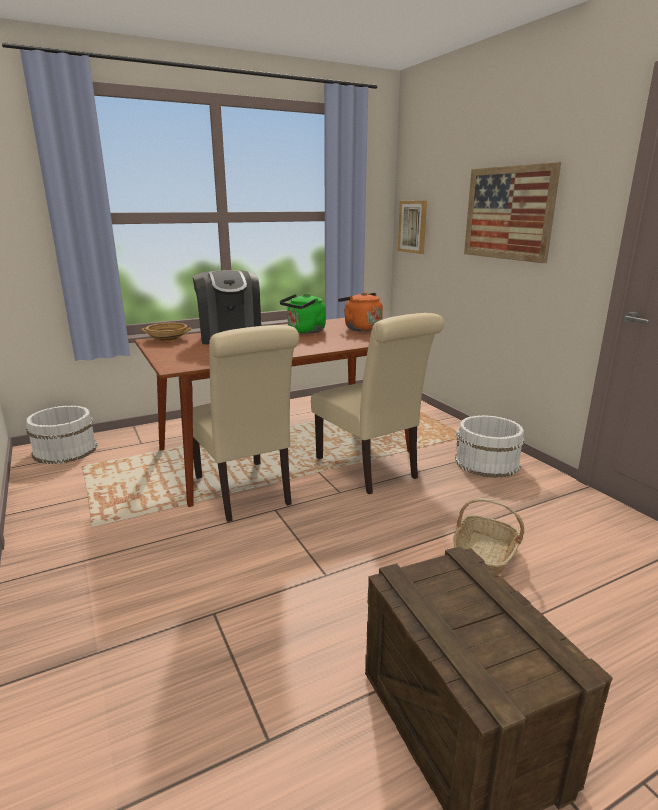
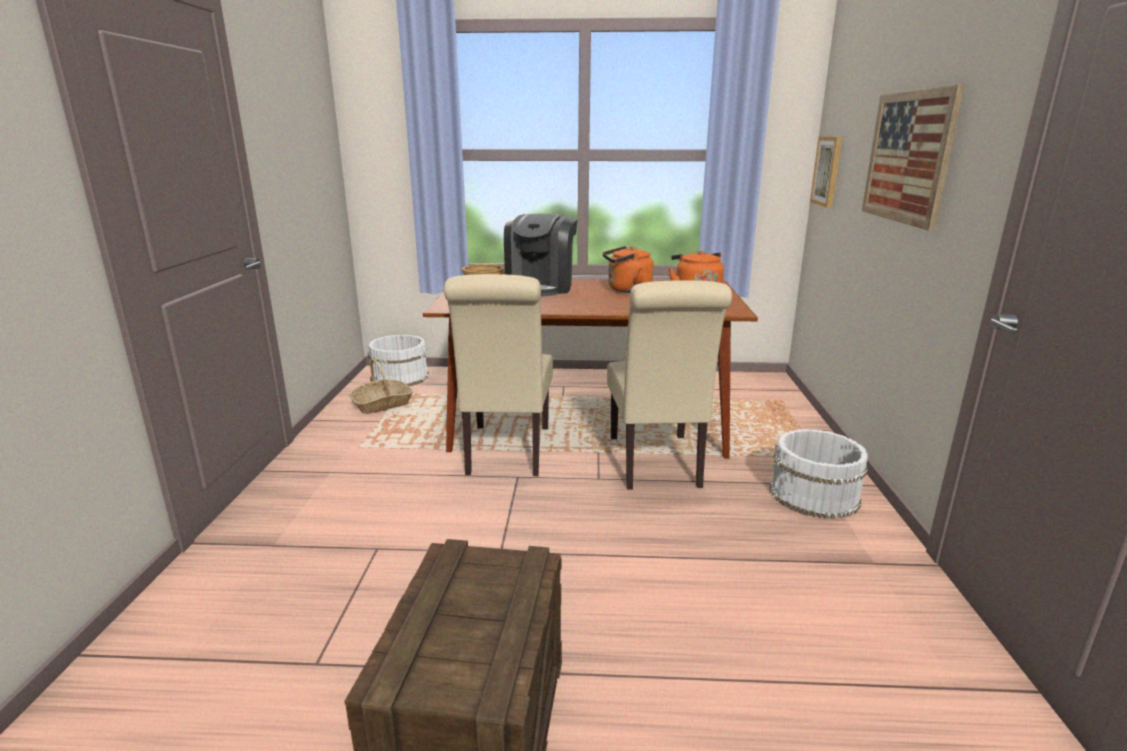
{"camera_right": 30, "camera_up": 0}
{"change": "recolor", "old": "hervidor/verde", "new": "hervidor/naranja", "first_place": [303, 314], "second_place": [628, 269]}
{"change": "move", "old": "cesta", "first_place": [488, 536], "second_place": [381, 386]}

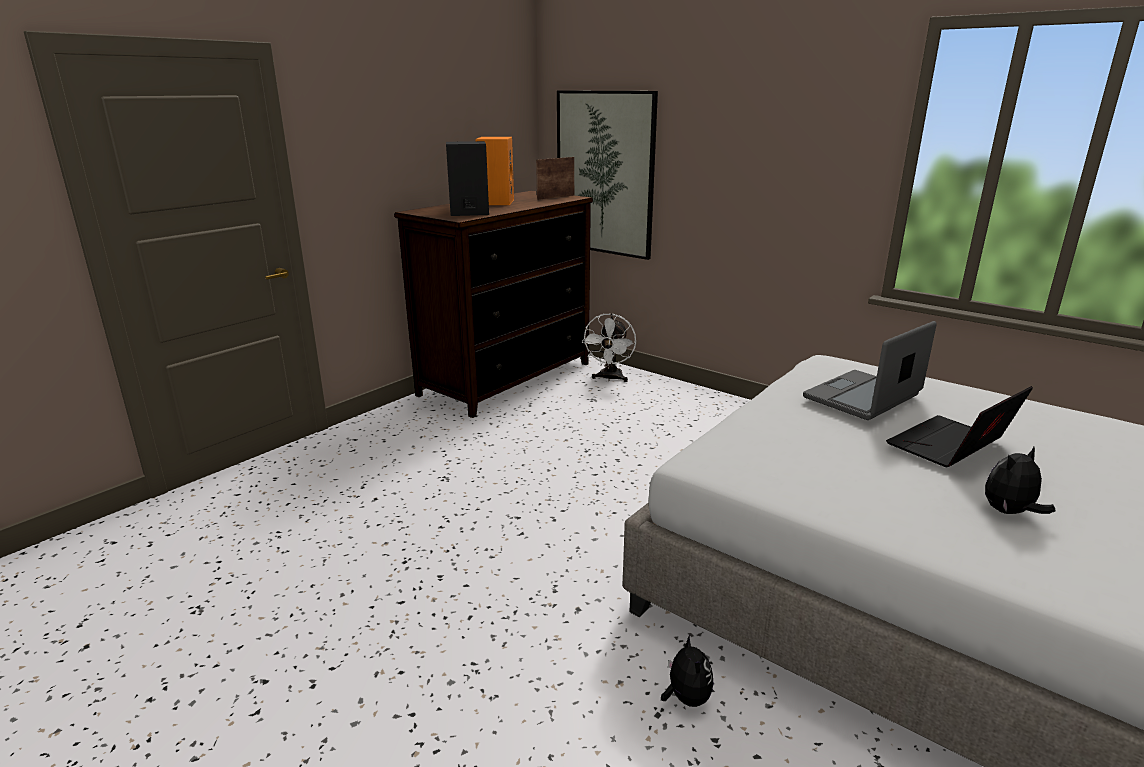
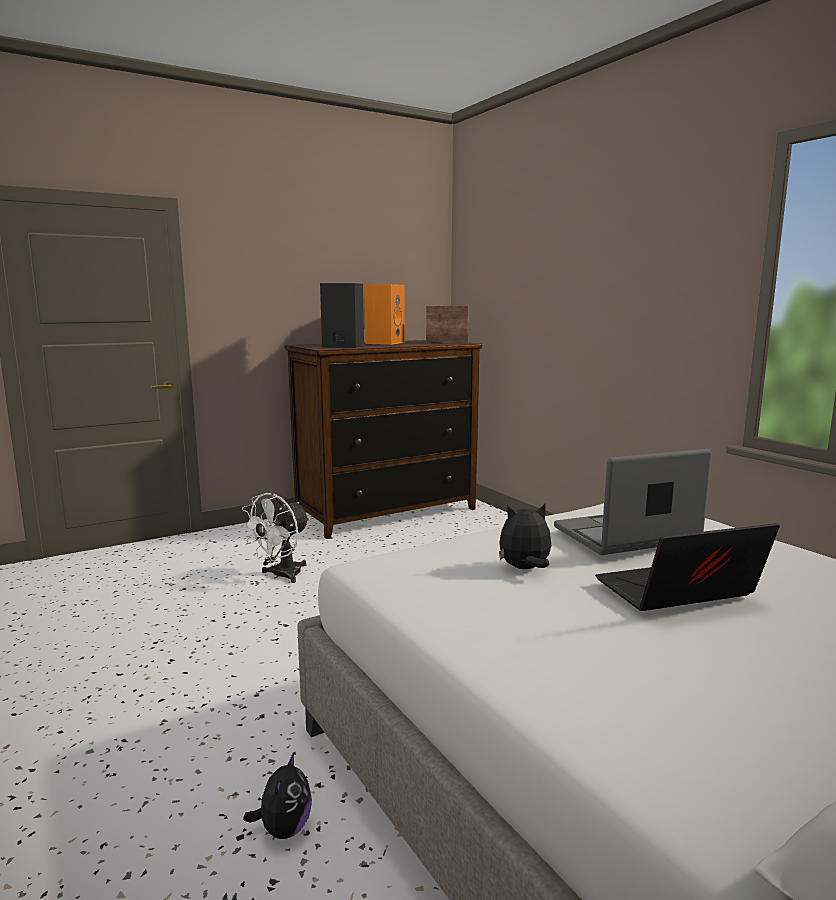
{"camera_right": 20, "camera_up": -10}
{"change": "delete", "old": "cuadro", "first_place": [607, 175]}
{"change": "move", "old": "ventilador/blanco", "first_place": [609, 347], "second_place": [275, 538]}
{"change": "move", "old": "peluche", "first_place": [1020, 480], "second_place": [525, 536]}

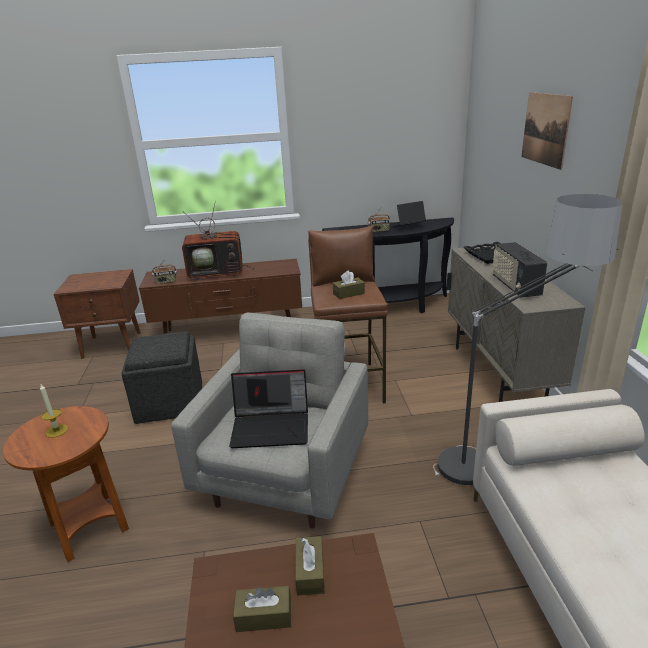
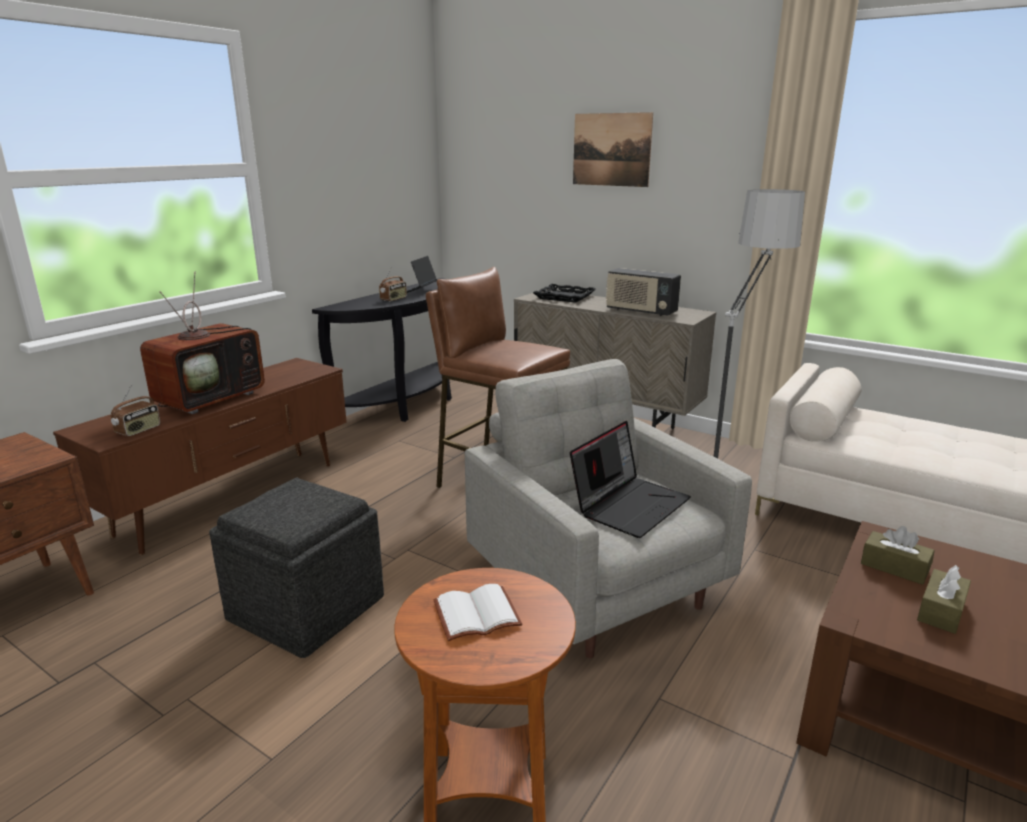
{"camera_right": -50, "camera_up": -5}
{"change": "delete", "old": "caja de pañuelos/marrón", "first_place": [349, 284]}
{"change": "replace", "old": "vela", "new": "libro/blanco", "first_place": [54, 411], "second_place": [477, 612]}

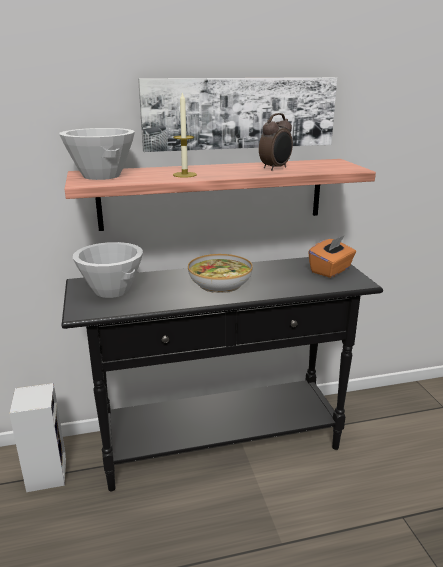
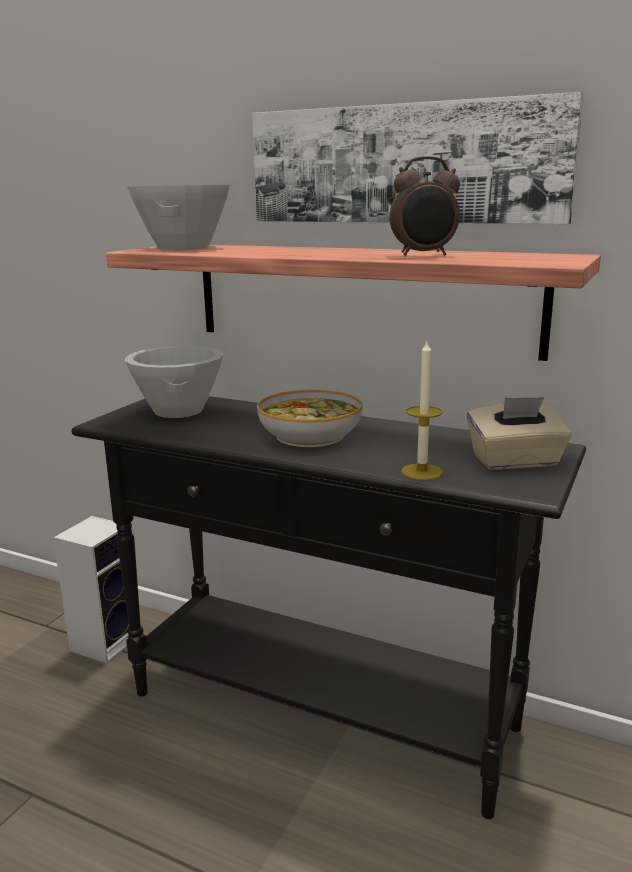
{"camera_right": 40, "camera_up": -5}
{"change": "move", "old": "vela", "first_place": [185, 135], "second_place": [422, 410]}
{"change": "recolor", "old": "caja de pañuelos/naranja", "new": "caja de pañuelos/beis", "first_place": [332, 256], "second_place": [519, 433]}

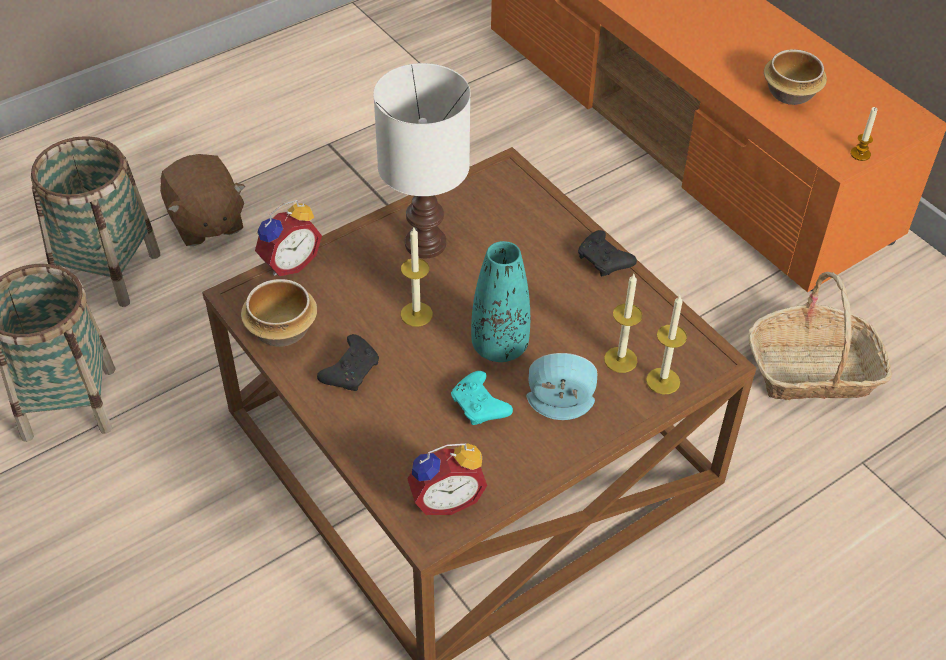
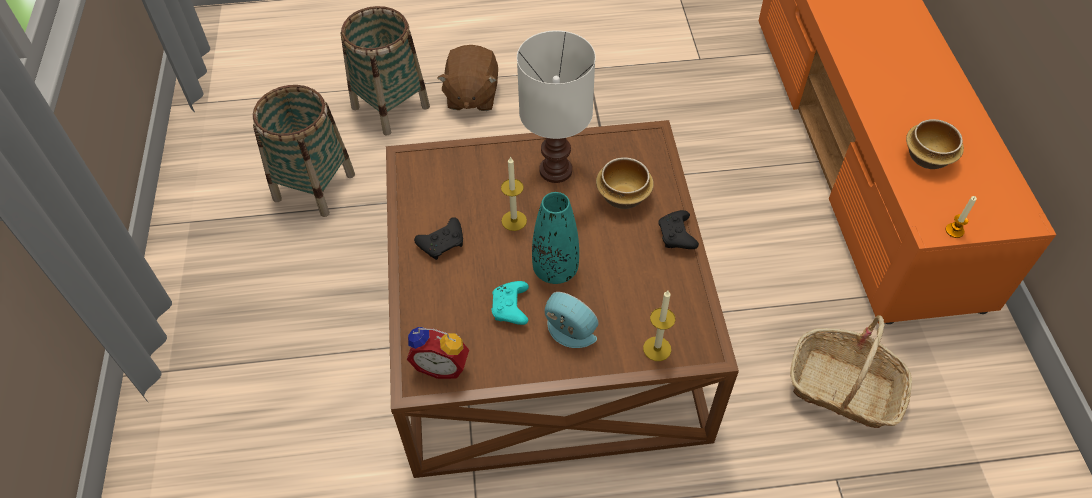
{"camera_right": 30, "camera_up": 5}
{"change": "delete", "old": "despertador", "first_place": [288, 238]}
{"change": "delete", "old": "vela", "first_place": [623, 323]}
{"change": "move", "old": "cuenco", "first_place": [279, 313], "second_place": [625, 183]}

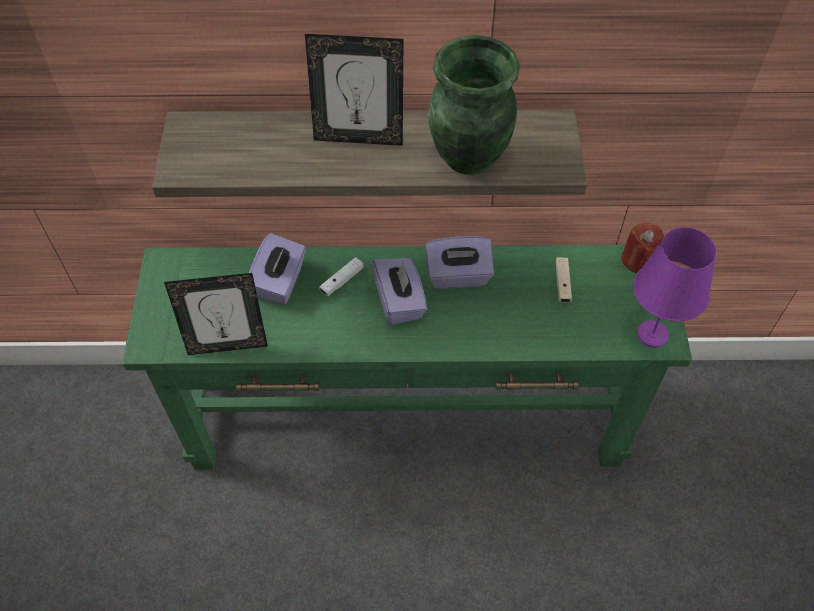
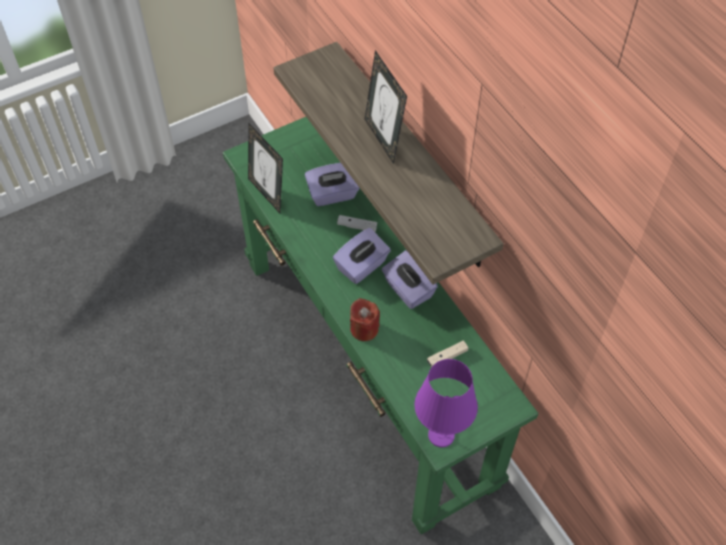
{"camera_right": 60, "camera_up": 0}
{"change": "delete", "old": "florero/verde", "first_place": [474, 105]}
{"change": "move", "old": "vela/rojo", "first_place": [642, 247], "second_place": [365, 319]}

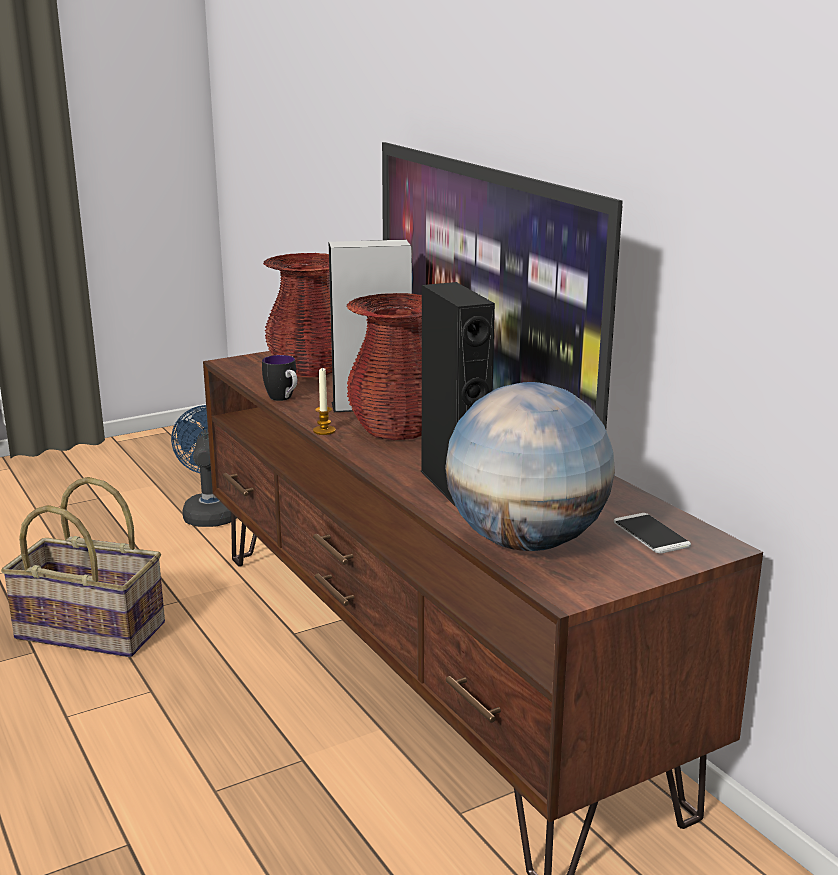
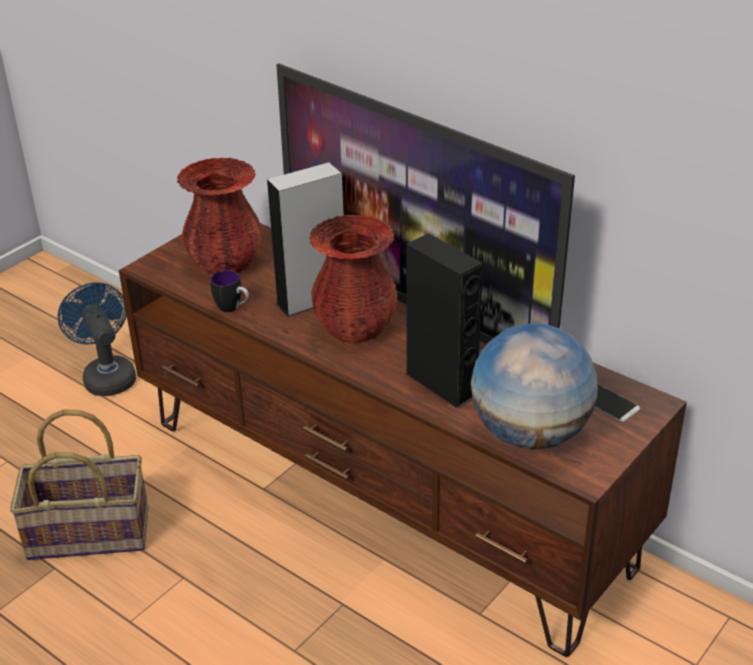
{"camera_right": -20, "camera_up": 15}
{"change": "delete", "old": "vela", "first_place": [324, 401]}

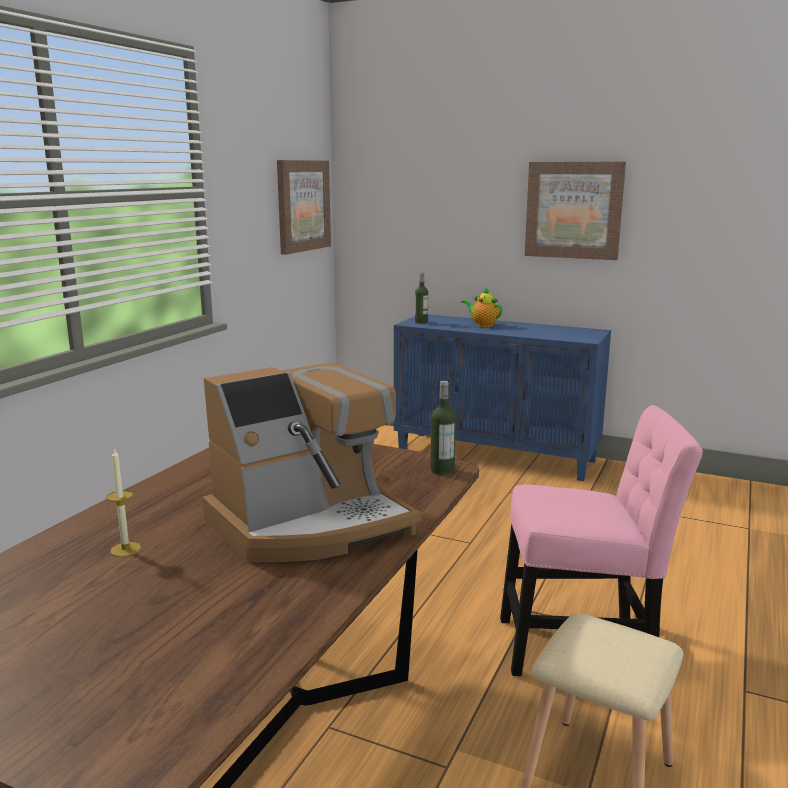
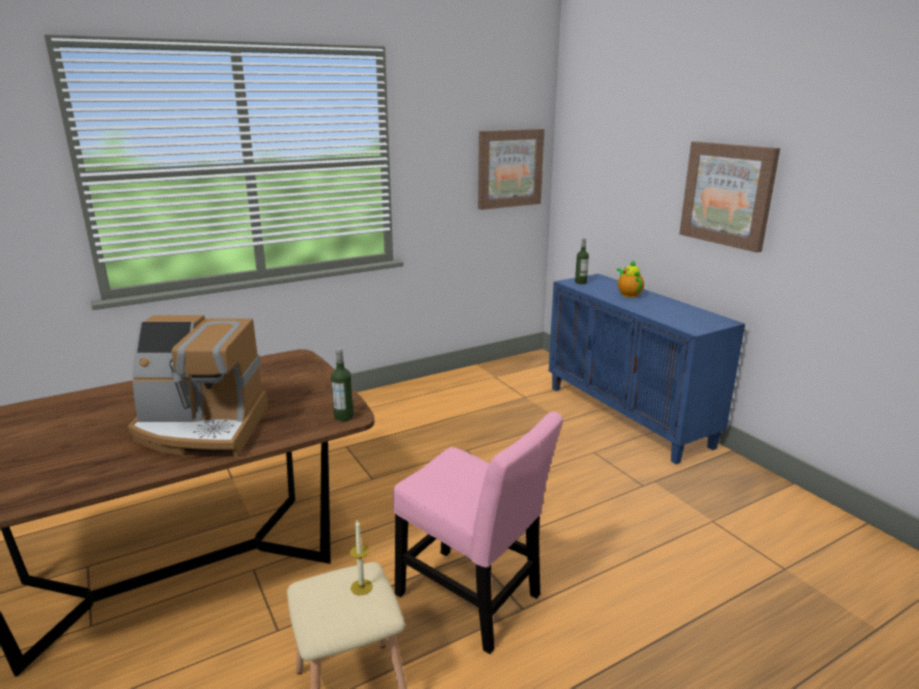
{"camera_right": 35, "camera_up": 5}
{"change": "move", "old": "vela", "first_place": [123, 502], "second_place": [361, 557]}

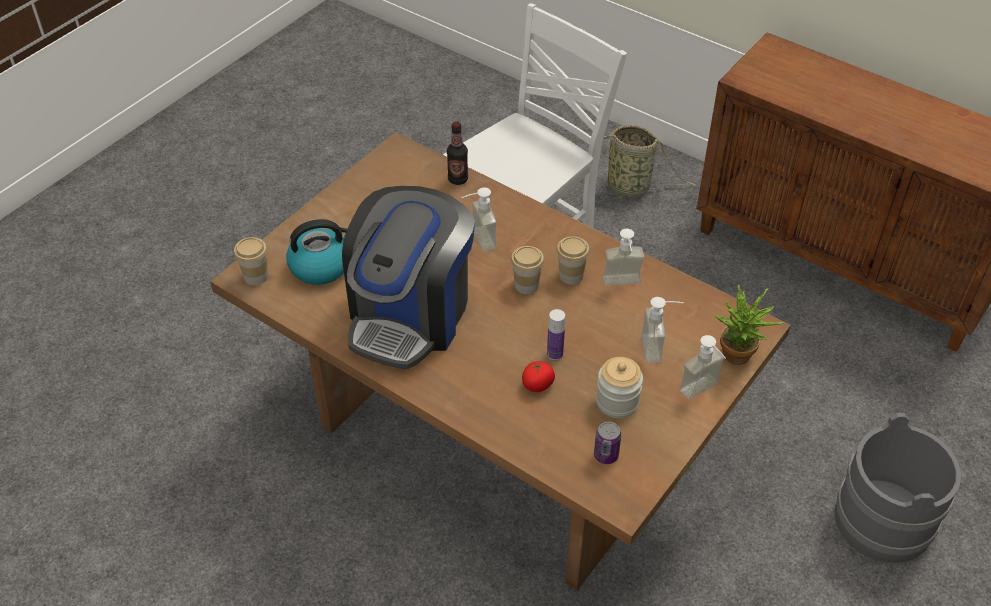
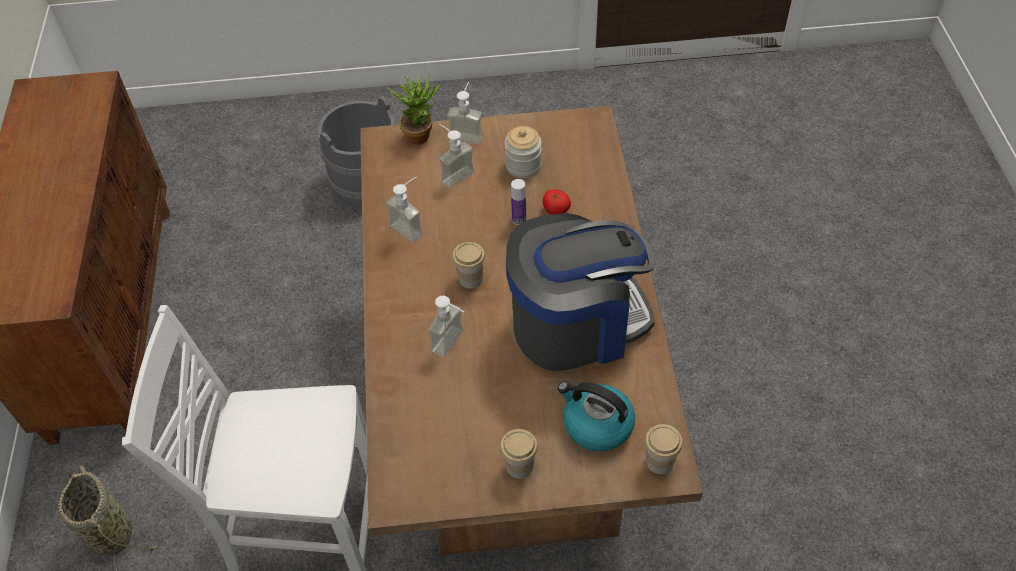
{"camera_right": -130, "camera_up": 5}
{"change": "delete", "old": "botella", "first_place": [457, 153]}
{"change": "move", "old": "taza", "first_place": [573, 260], "second_place": [519, 454]}
{"change": "delete", "old": "lata", "first_place": [607, 443]}

